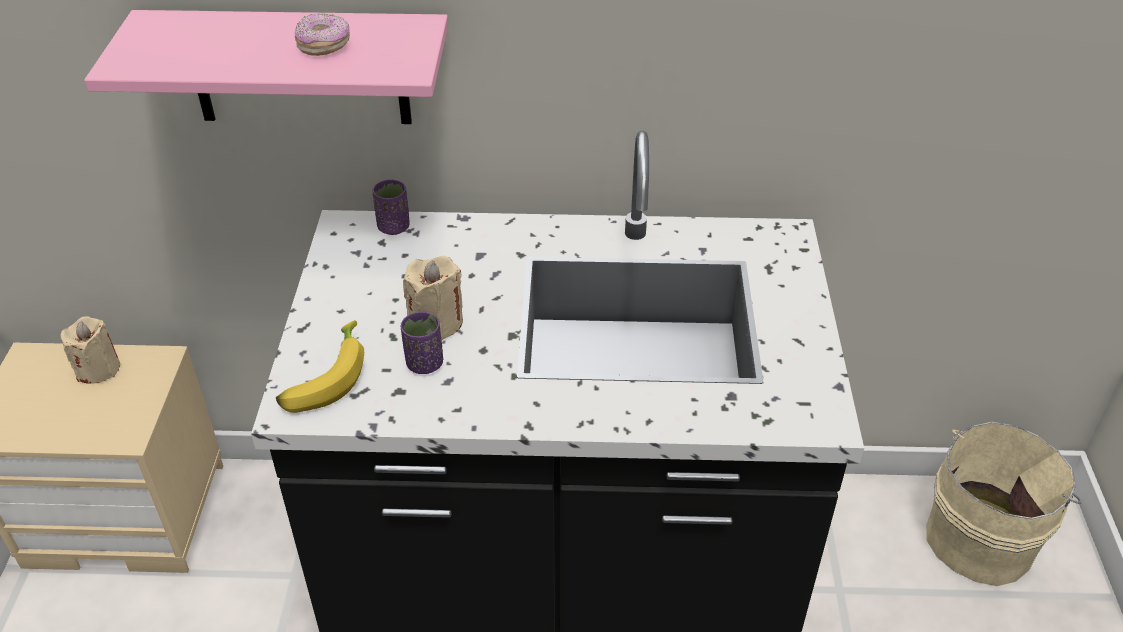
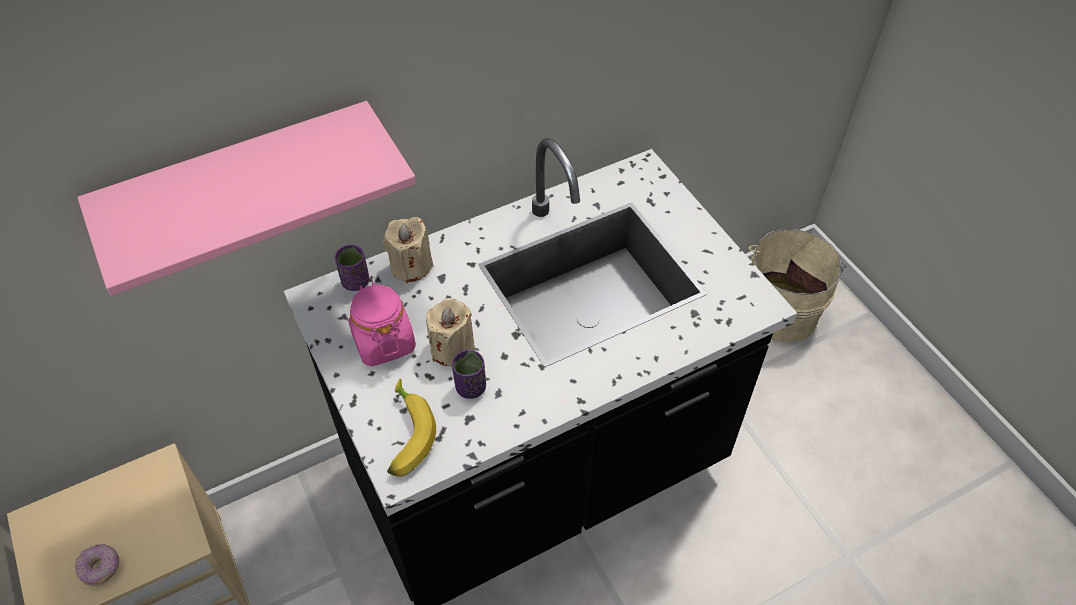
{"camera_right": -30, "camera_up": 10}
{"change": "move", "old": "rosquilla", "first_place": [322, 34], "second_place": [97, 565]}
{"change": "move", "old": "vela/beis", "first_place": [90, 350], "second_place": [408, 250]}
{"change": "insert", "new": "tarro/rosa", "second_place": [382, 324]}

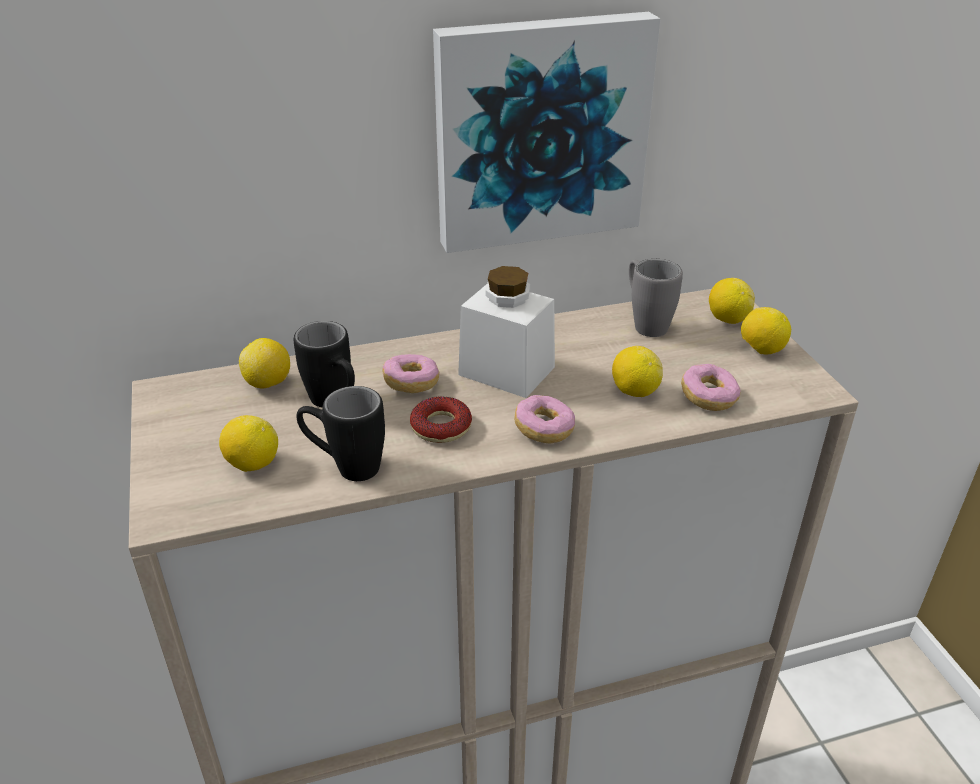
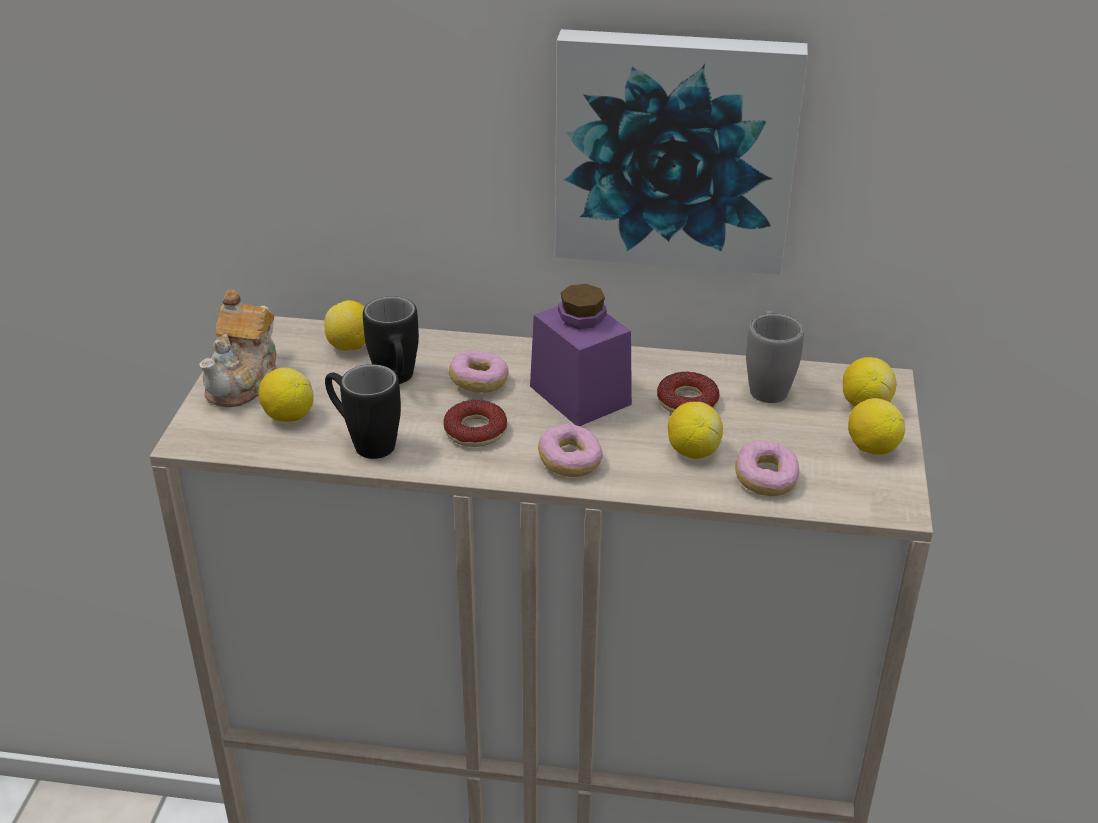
{"camera_right": 25, "camera_up": 0}
{"change": "recolor", "old": "tarro/blanco", "new": "tarro/morado", "first_place": [506, 332], "second_place": [581, 355]}
{"change": "insert", "new": "tetera", "second_place": [238, 348]}
{"change": "insert", "new": "rosquilla", "second_place": [688, 392]}

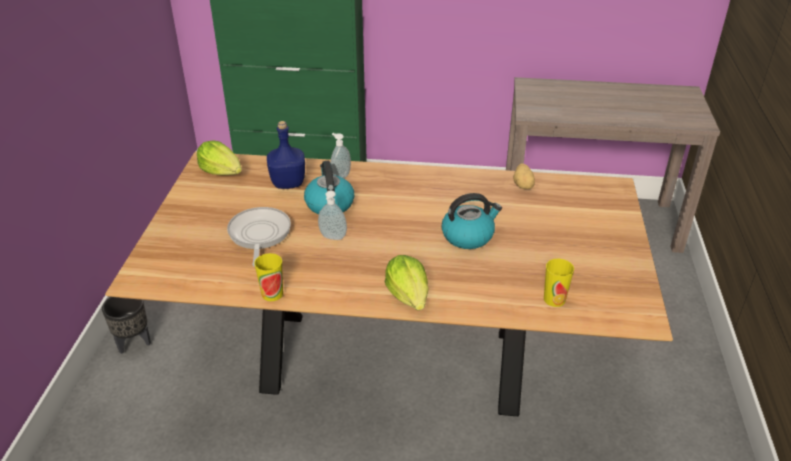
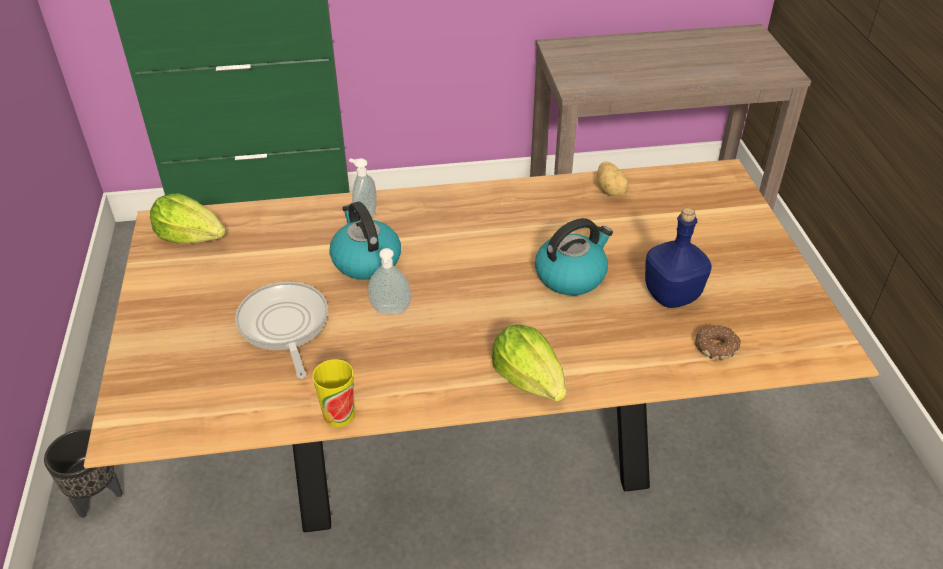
{"camera_right": -15, "camera_up": 5}
{"change": "move", "old": "botella/azul", "first_place": [286, 155], "second_place": [678, 258]}
{"change": "replace", "old": "taza", "new": "rosquilla", "first_place": [559, 283], "second_place": [718, 342]}

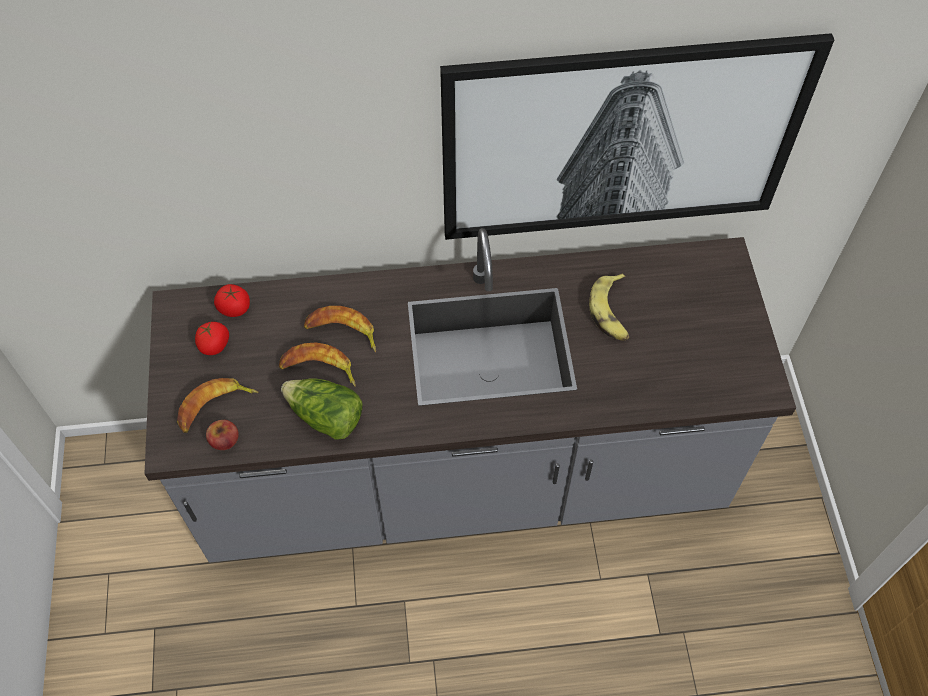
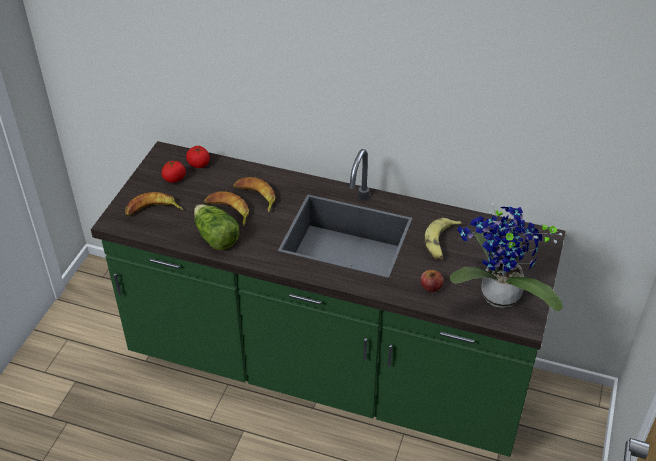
{"camera_right": 25, "camera_up": -15}
{"change": "delete", "old": "cuadro", "first_place": [637, 136]}
{"change": "recolor", "old": "mueble bajo de cocina/gris", "new": "mueble bajo de cocina/verde", "first_place": [470, 395], "second_place": [328, 299]}
{"change": "move", "old": "manzana", "first_place": [222, 435], "second_place": [432, 281]}
{"change": "insert", "new": "planta en maceta", "second_place": [506, 257]}

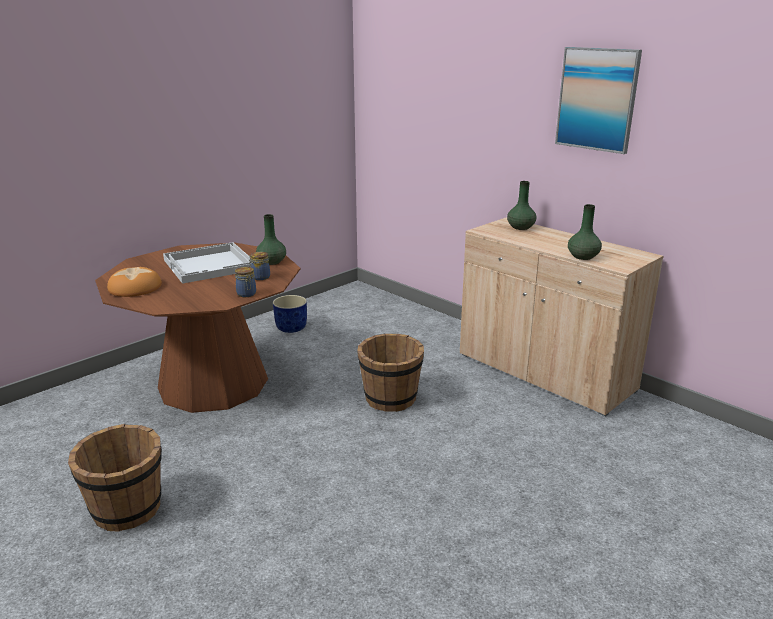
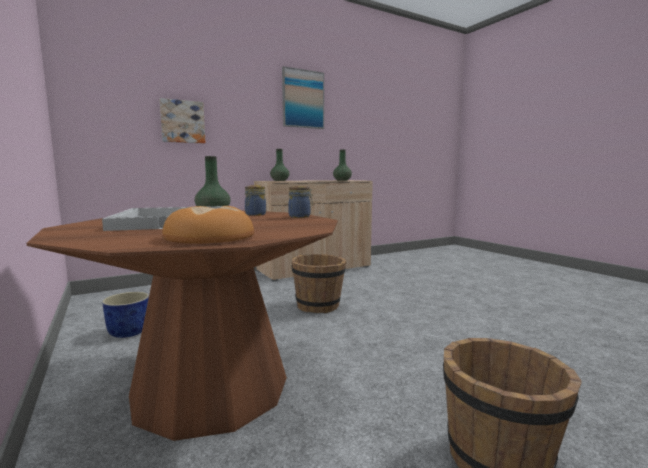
{"camera_right": -75, "camera_up": -15}
{"change": "insert", "new": "cuadro", "second_place": [182, 121]}

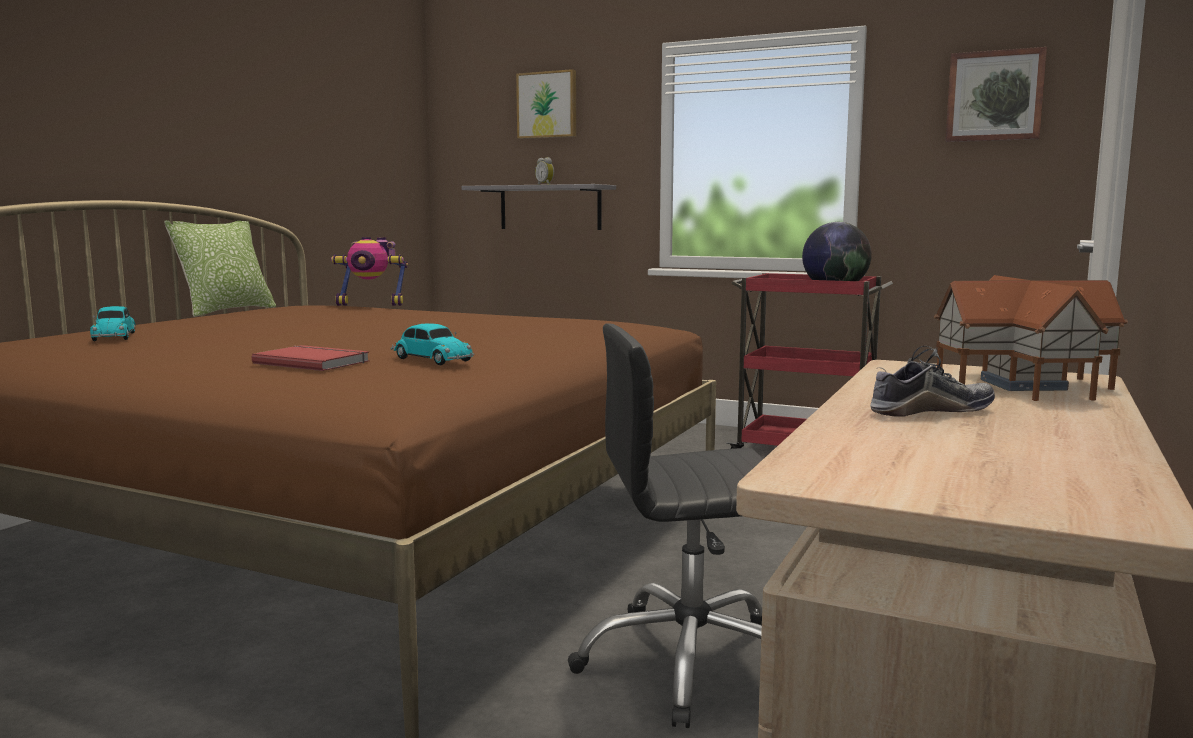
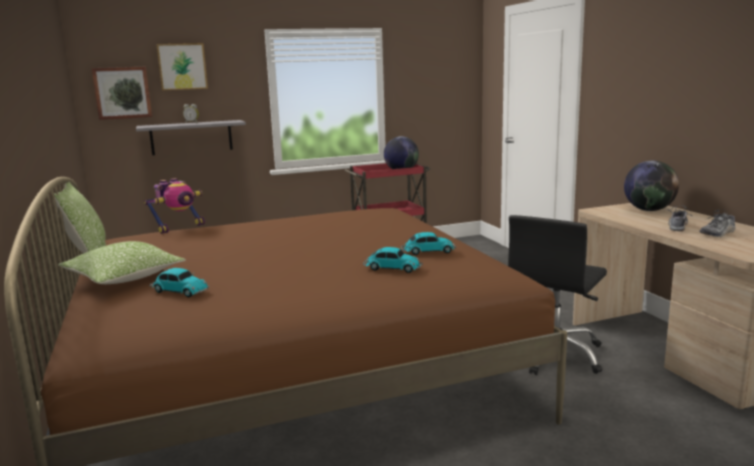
{"camera_right": -45, "camera_up": 5}
{"change": "move", "old": "cuadro", "first_place": [996, 94], "second_place": [121, 93]}
{"change": "replace", "old": "casita", "new": "globo terráqueo", "first_place": [1031, 338], "second_place": [651, 186]}
{"change": "replace", "old": "libro/rojo", "new": "coche de juguete", "first_place": [311, 358], "second_place": [392, 260]}
{"change": "insert", "new": "zapato", "second_place": [717, 223]}
{"change": "insert", "new": "cojín", "second_place": [122, 262]}

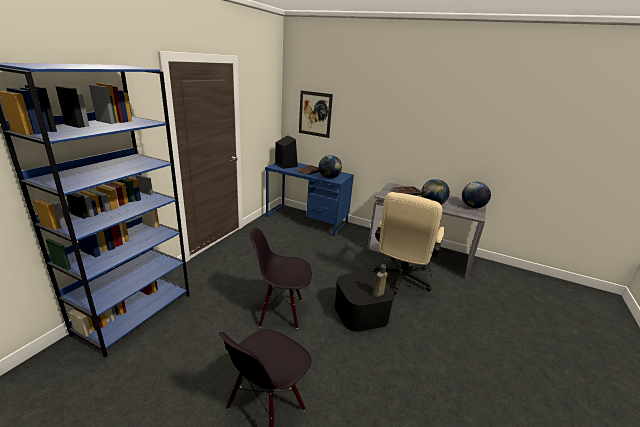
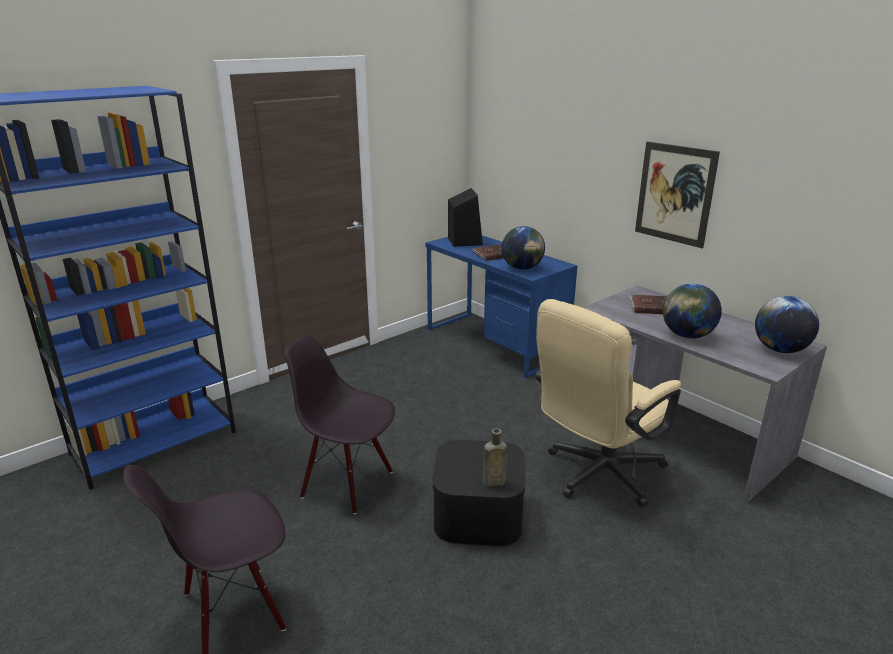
{"camera_right": 25, "camera_up": 0}
{"change": "move", "old": "cuadro", "first_place": [316, 114], "second_place": [677, 194]}

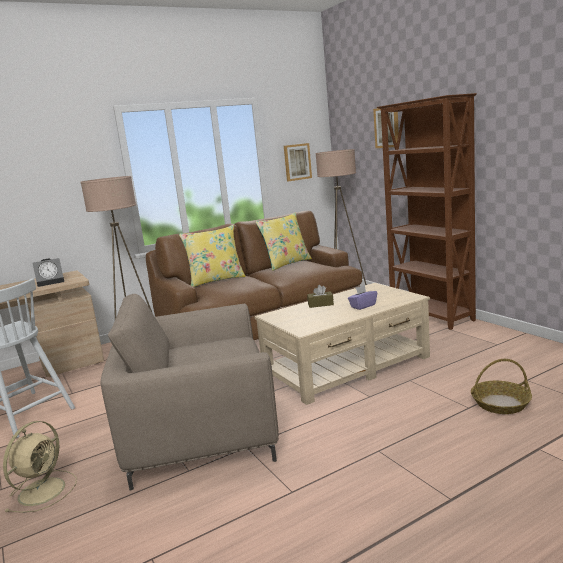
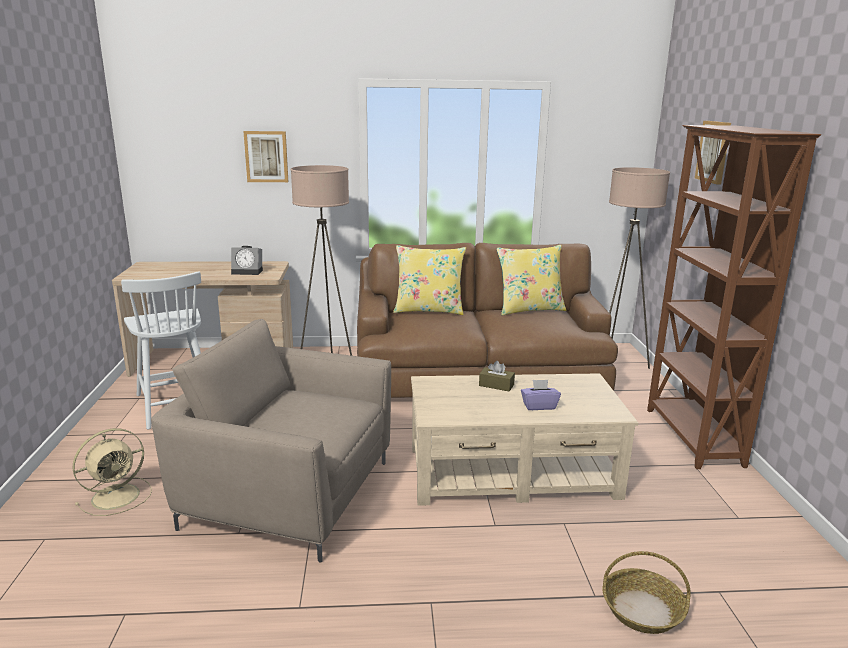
{"camera_right": 25, "camera_up": 5}
{"change": "move", "old": "cuadro", "first_place": [298, 162], "second_place": [265, 156]}

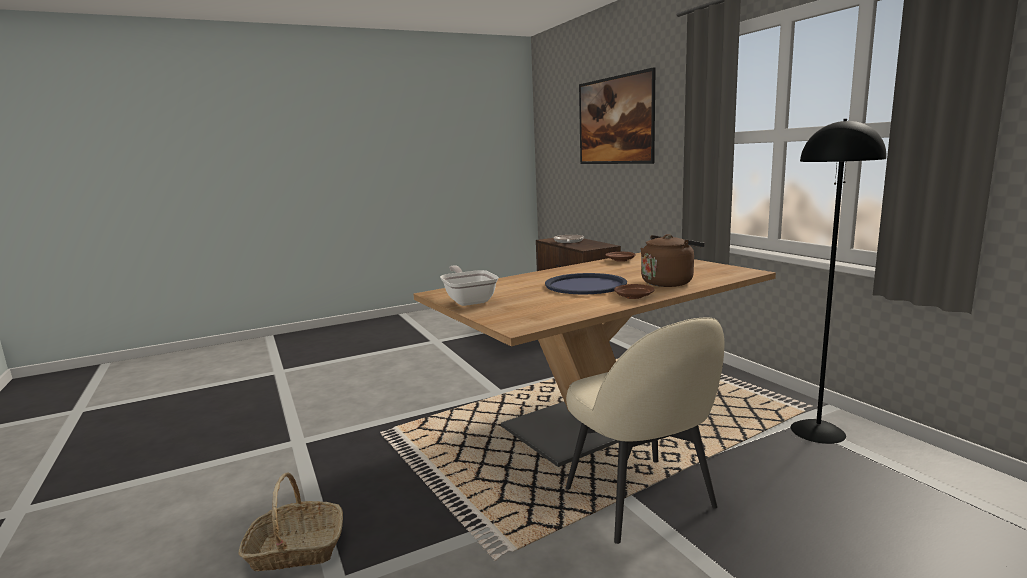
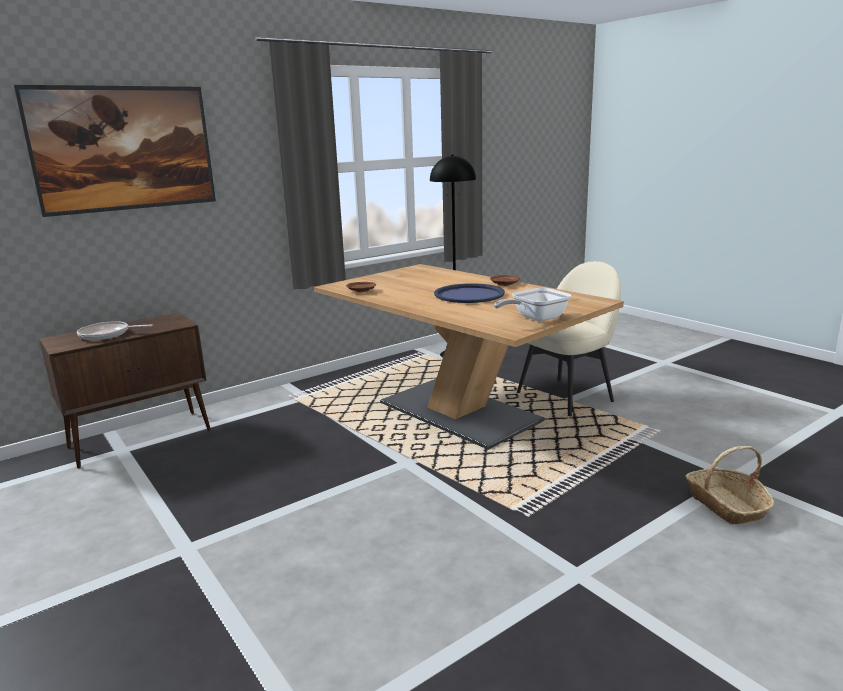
{"camera_right": -100, "camera_up": 5}
{"change": "delete", "old": "hervidor/marrón", "first_place": [672, 260]}

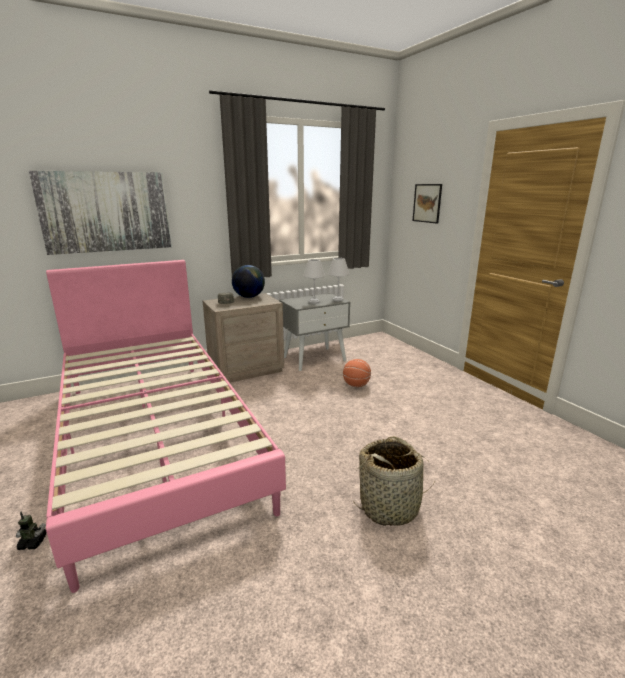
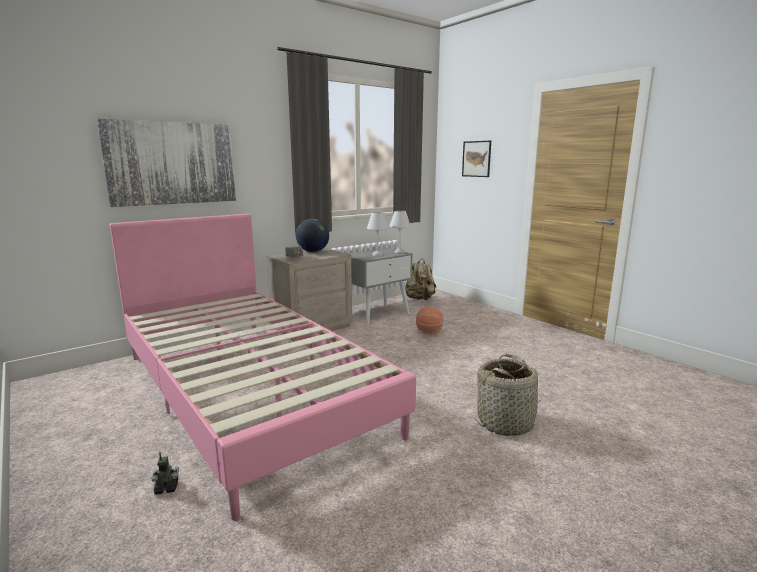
{"camera_right": -10, "camera_up": -5}
{"change": "insert", "new": "mochila/beis", "second_place": [420, 279]}

